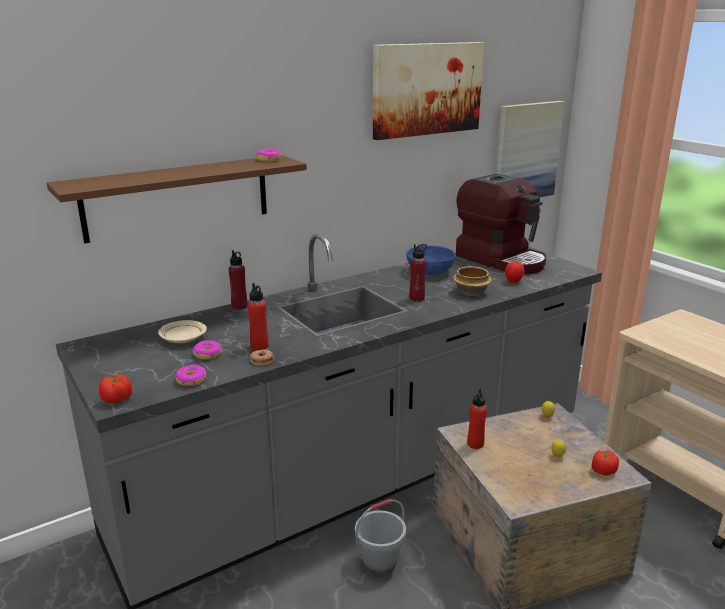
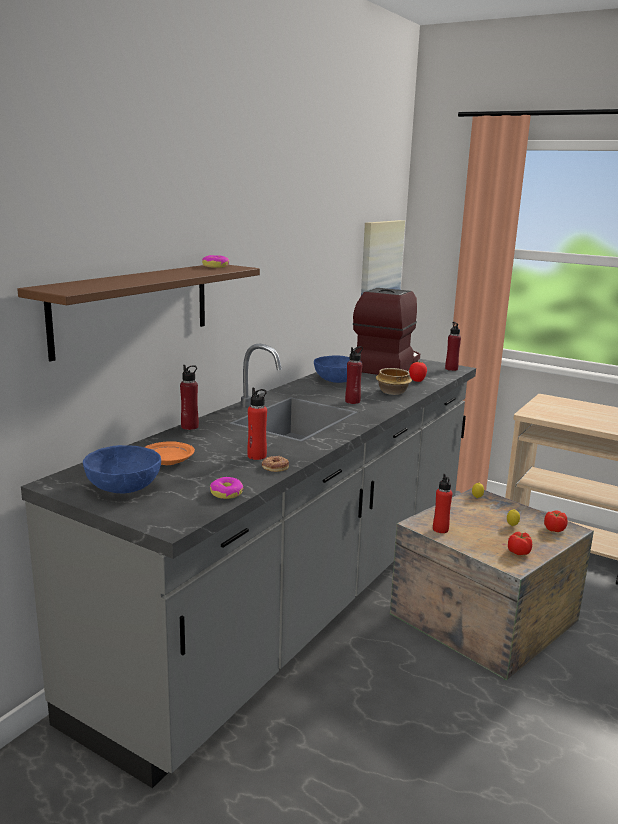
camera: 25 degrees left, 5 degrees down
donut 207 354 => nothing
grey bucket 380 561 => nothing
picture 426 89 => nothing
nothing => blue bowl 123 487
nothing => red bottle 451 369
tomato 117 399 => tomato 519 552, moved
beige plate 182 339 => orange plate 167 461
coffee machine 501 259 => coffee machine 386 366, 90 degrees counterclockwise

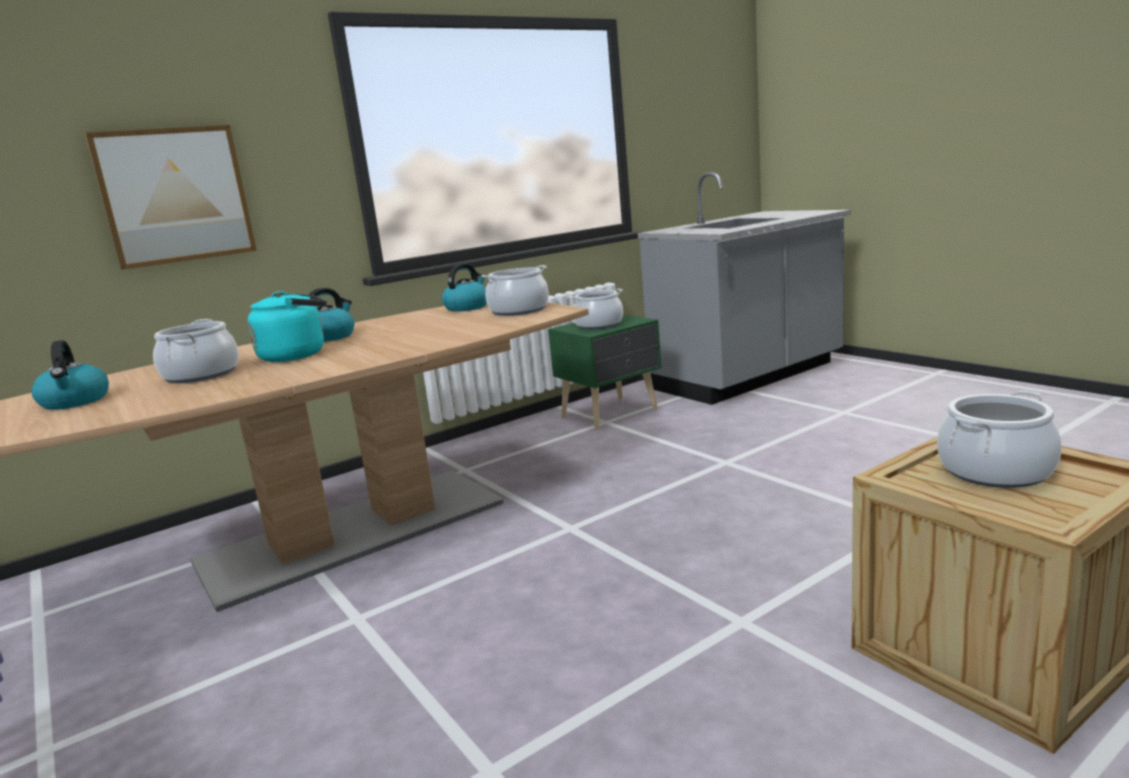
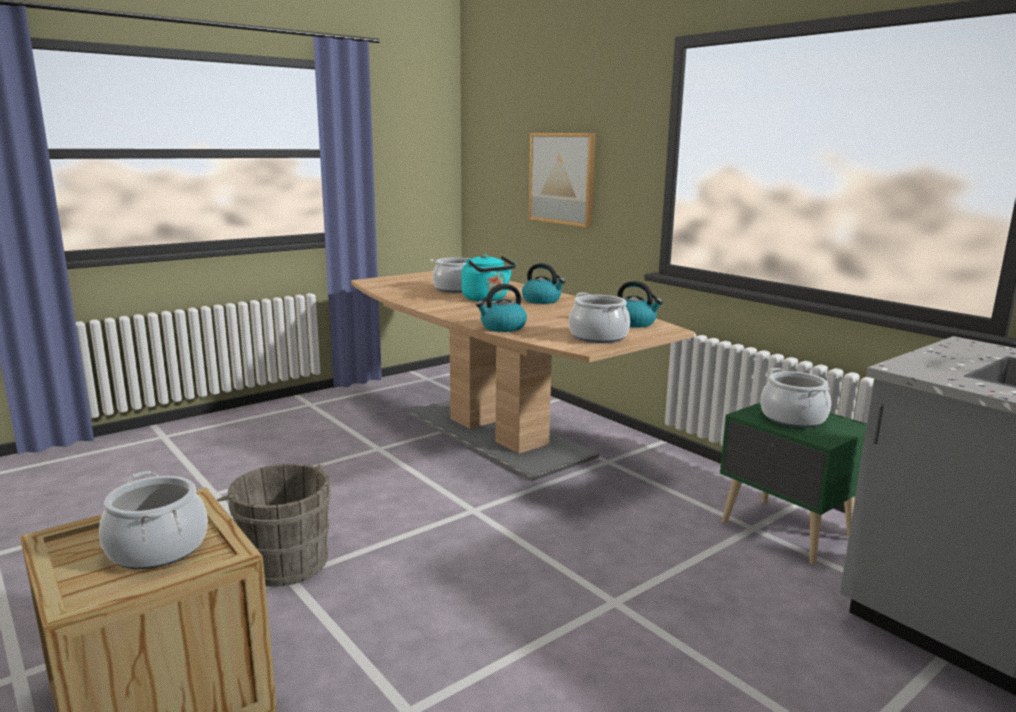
camera: 85 degrees right, 0 degrees up
nothing => grey bucket 283 561
kettle 75 402 => kettle 502 327, moved

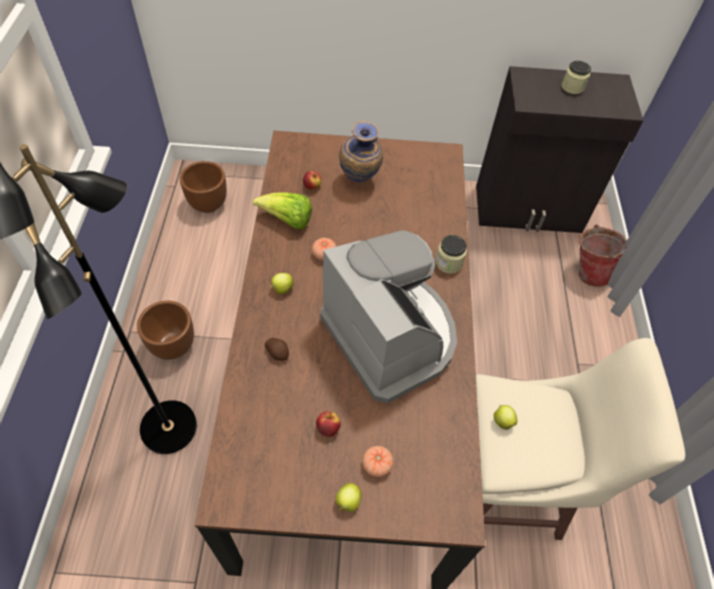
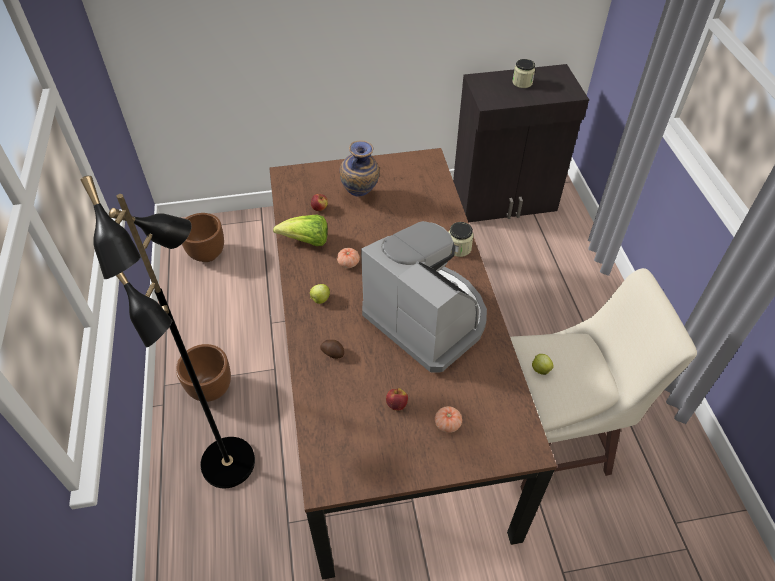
camera: 10 degrees left, 5 degrees down
apple 348 502 => nothing
bucket 588 271 => nothing

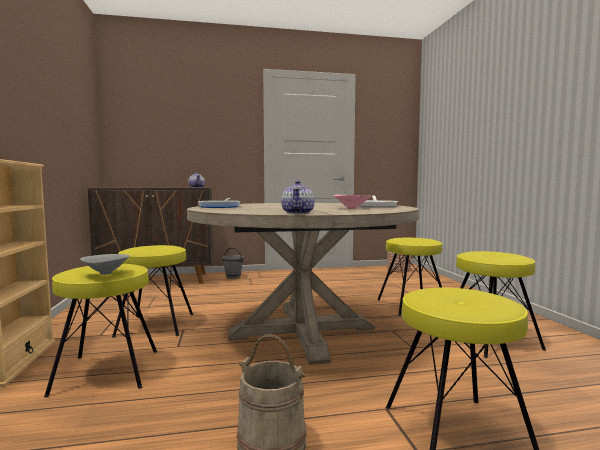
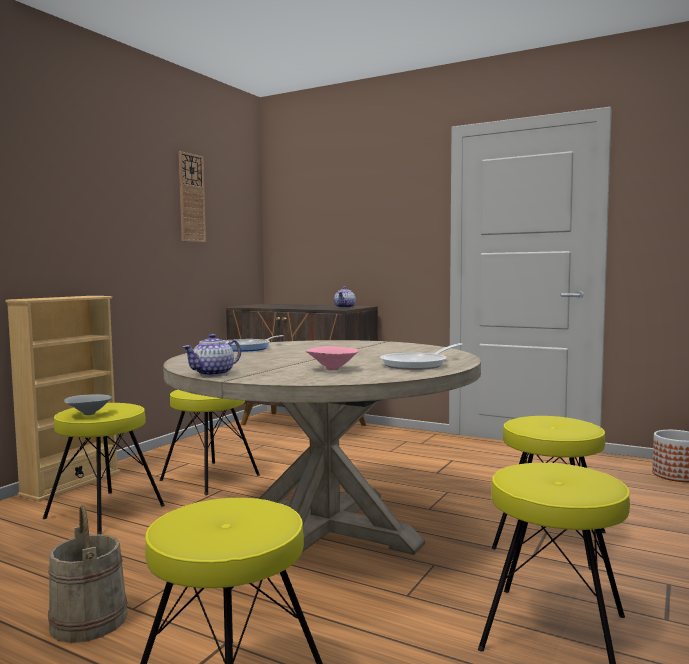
camera: 40 degrees right, 0 degrees up
grey bucket 233 277 => nothing
nothing => wall clock 191 198

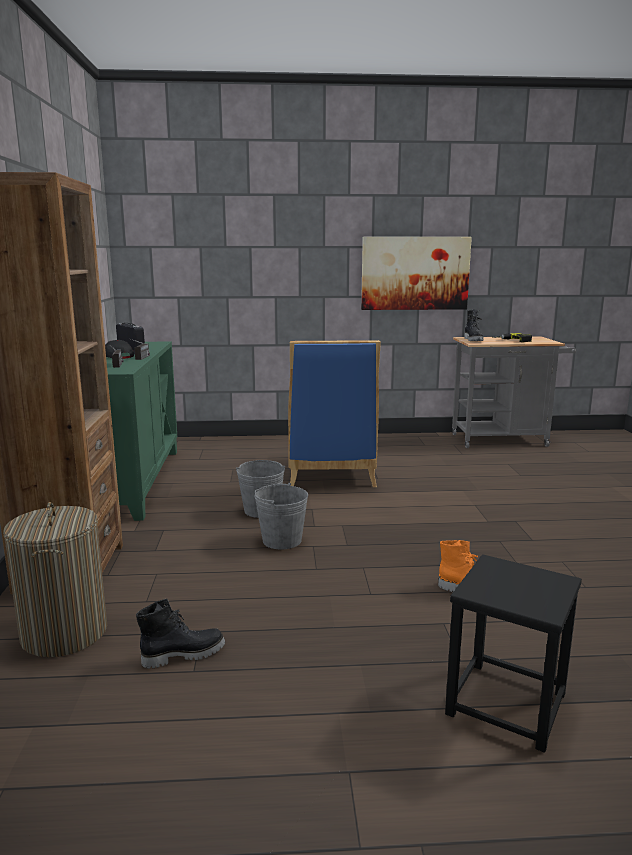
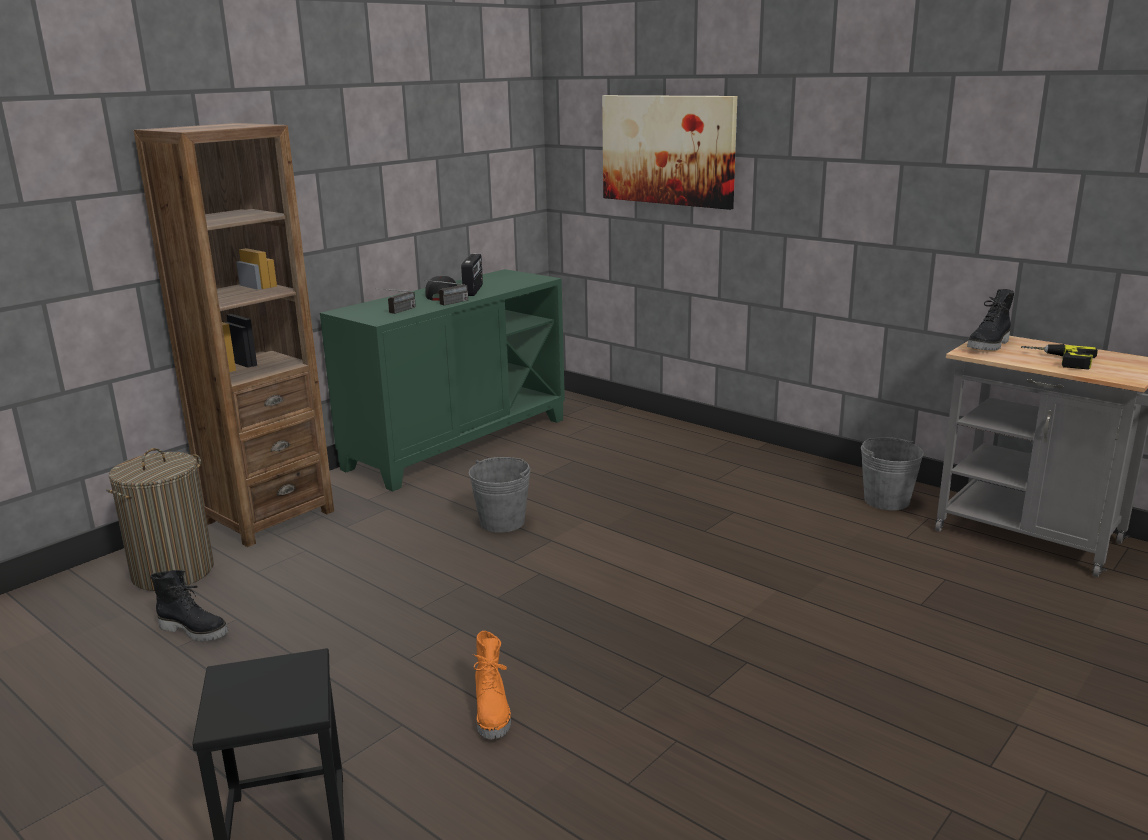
camera: 45 degrees right, 5 degrees up
blue chair 330 473 => nothing
grey bucket 282 540 => grey bucket 886 500, moved
picture 415 273 => picture 667 150, moved

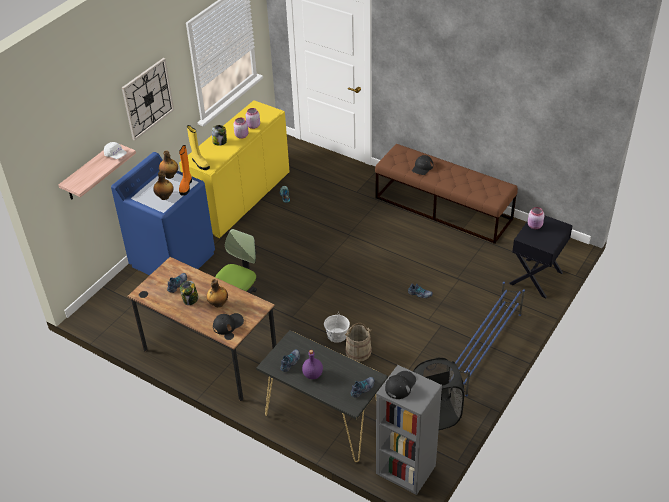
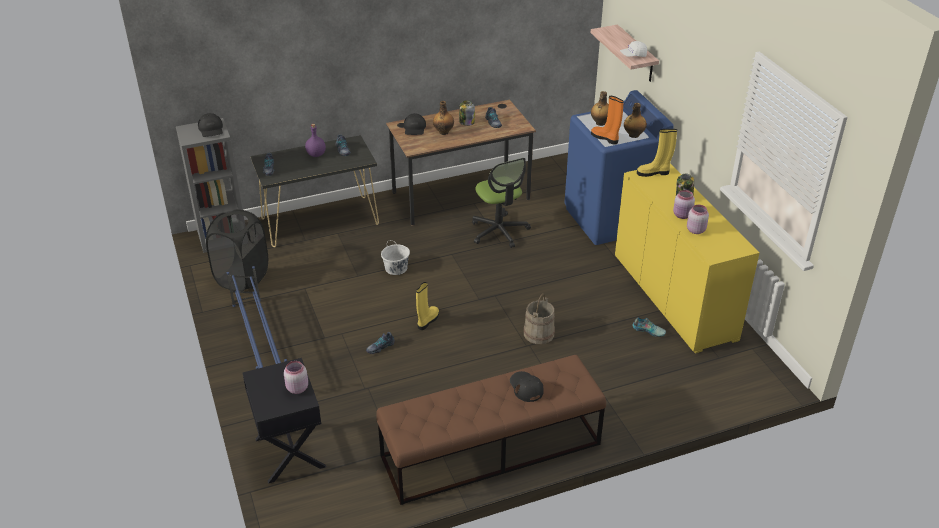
camera: 125 degrees right, 5 degrees down
wall clock 147 98 => nothing
nothing => yellow boot 427 321
beige bucket 358 351 => beige bucket 539 334, moved

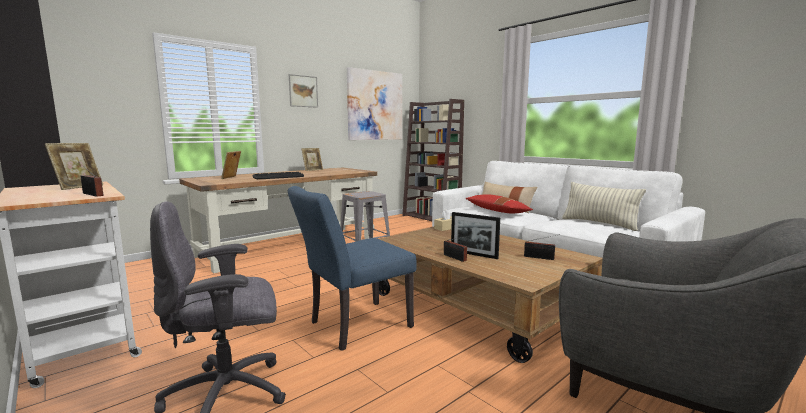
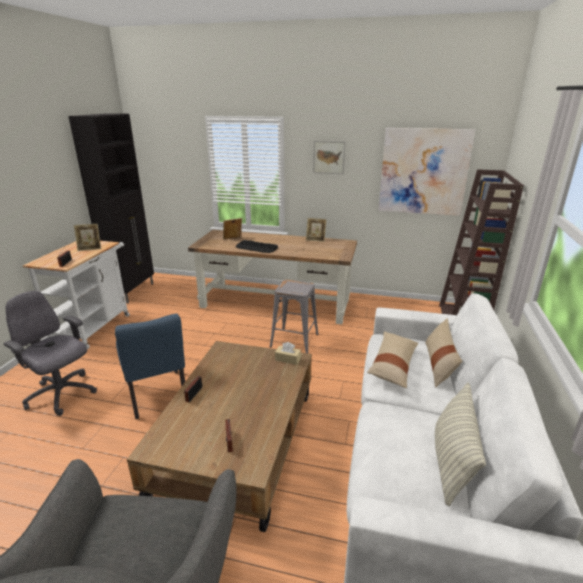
camera: 55 degrees right, 15 degrees up
picture frame 474 254 => nothing
red pillow 497 211 => beige pillow 393 365
blue chair 353 326 => blue chair 158 397, 135 degrees counterclockwise

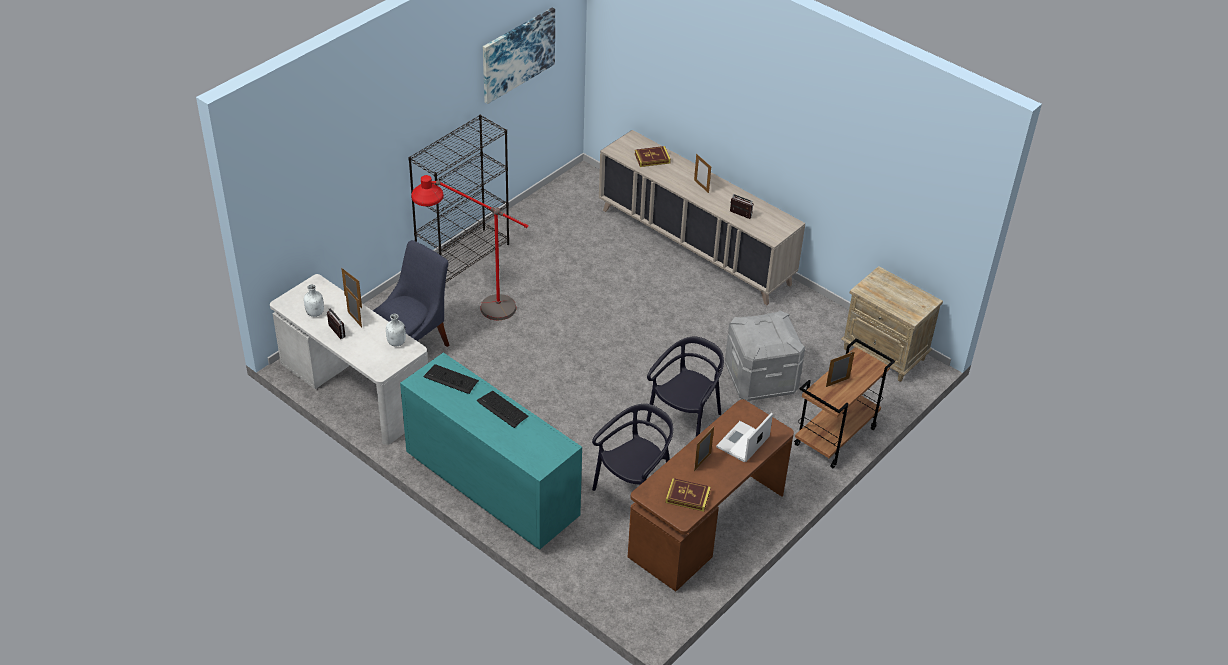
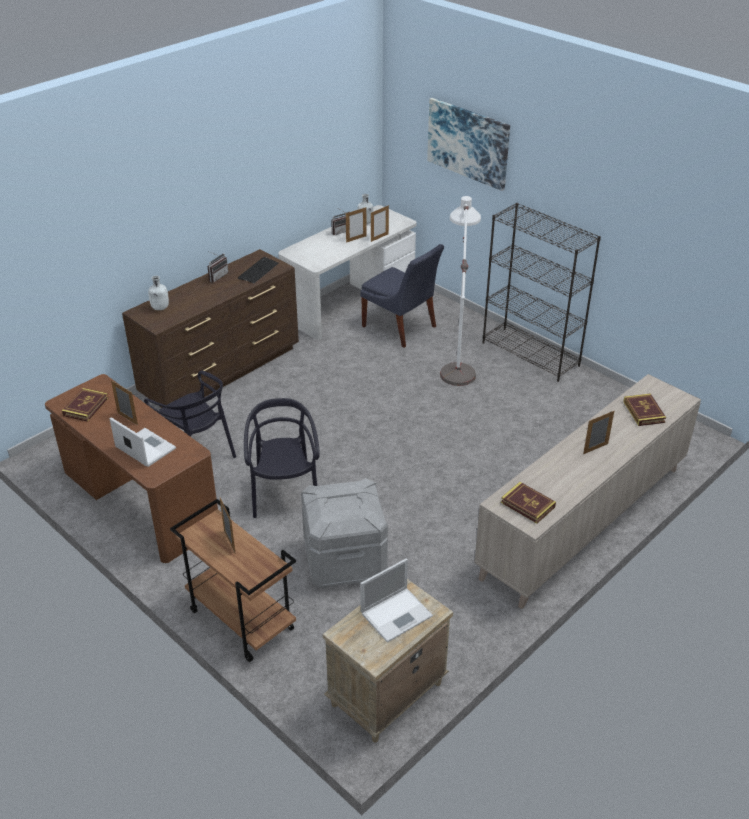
camera: 95 degrees right, 5 degrees down
keyboard 502 409 => nothing
nothing => laptop 397 614
nothing => book 527 505
white bottle 397 342 => white bottle 160 308, moved
picture 518 54 => picture 468 143, moved
radio 739 215 => radio 216 276, moved
turquoise dresser 491 487 => brown dresser 222 371
red floor lamp 472 307 => white floor lamp 457 360
black chair 685 421 => black chair 284 494, 135 degrees counterclockwise

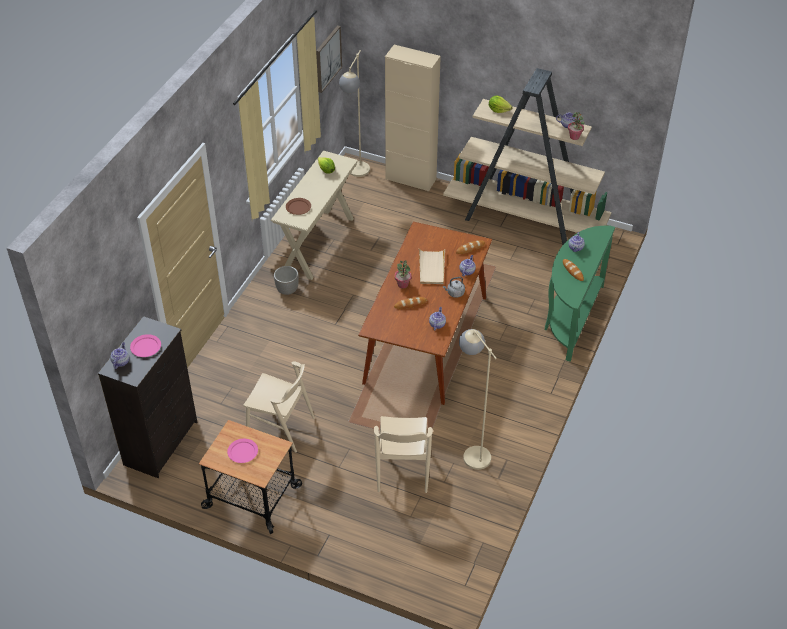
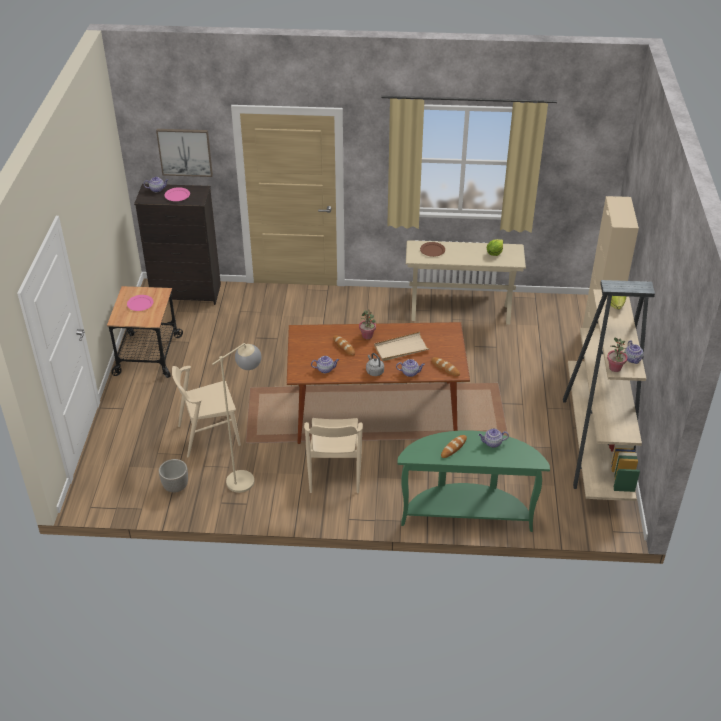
camera: 70 degrees right, 5 degrees down
beige floor lamp 356 174 => nothing
beige chair 281 427 => beige chair 334 472, moved
planter 287 290 => planter 175 487, moved
picture 327 58 => picture 185 152, moved

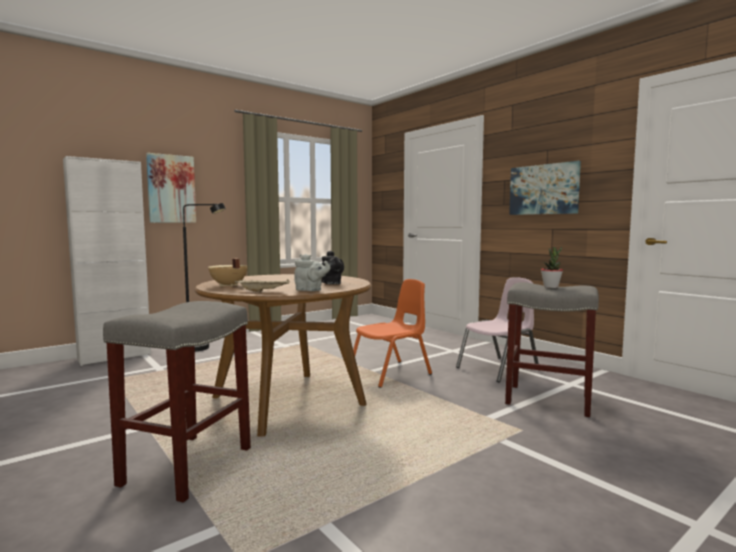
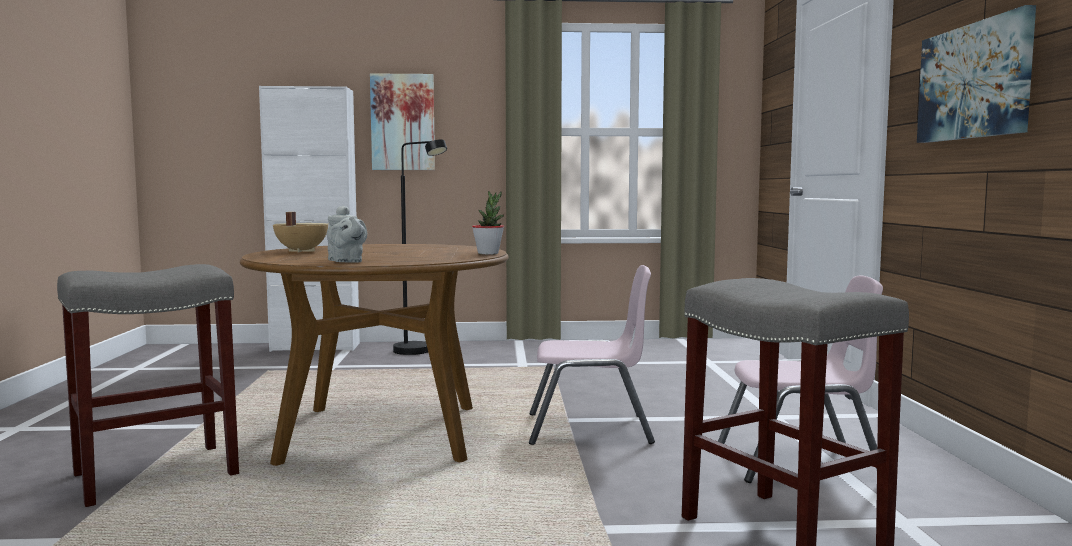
camera: 35 degrees right, 0 degrees up
beige tray 264 291 => nothing
black teapot 332 283 => nothing
potted plant 551 287 => potted plant 488 253, moved
orange chair 390 373 => pink chair 589 429

